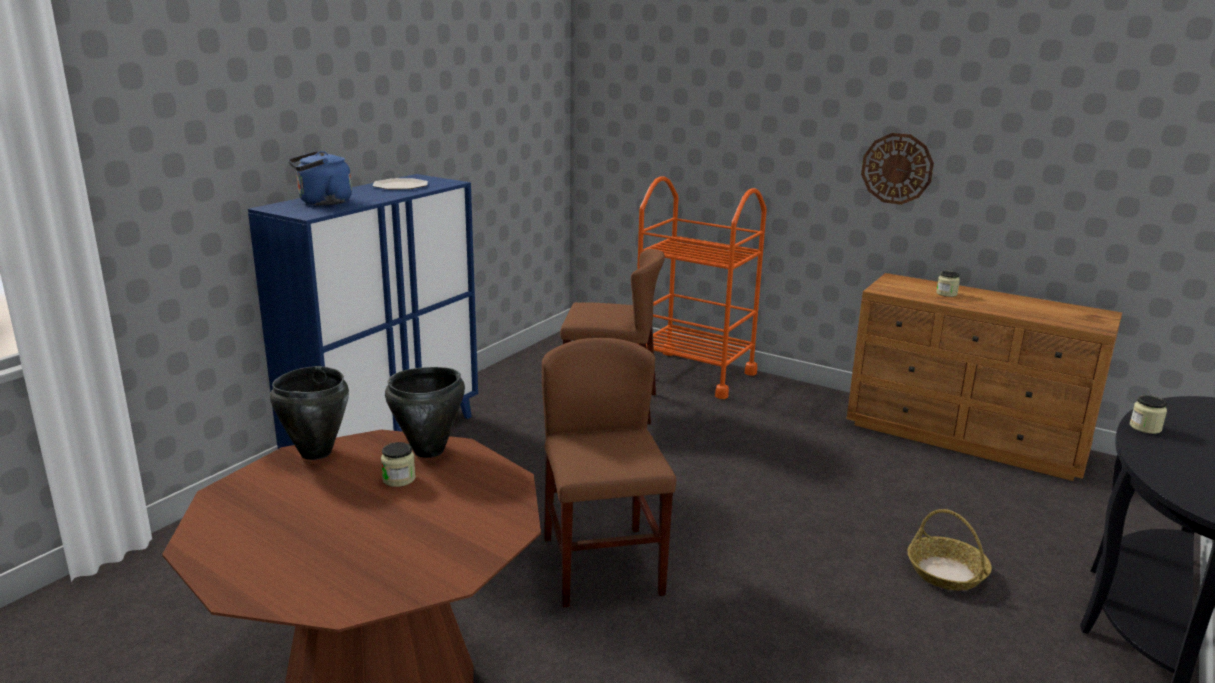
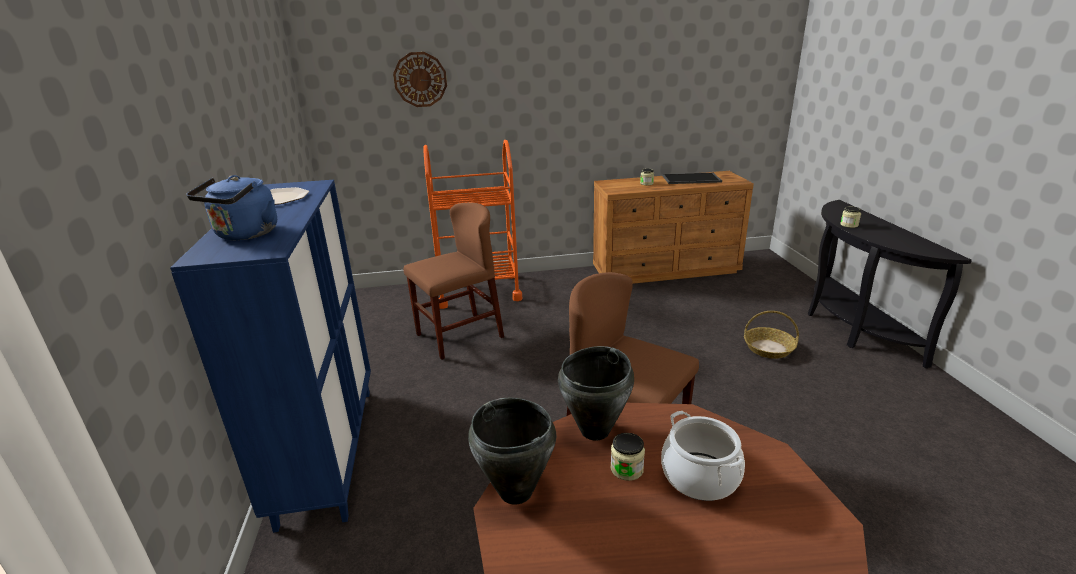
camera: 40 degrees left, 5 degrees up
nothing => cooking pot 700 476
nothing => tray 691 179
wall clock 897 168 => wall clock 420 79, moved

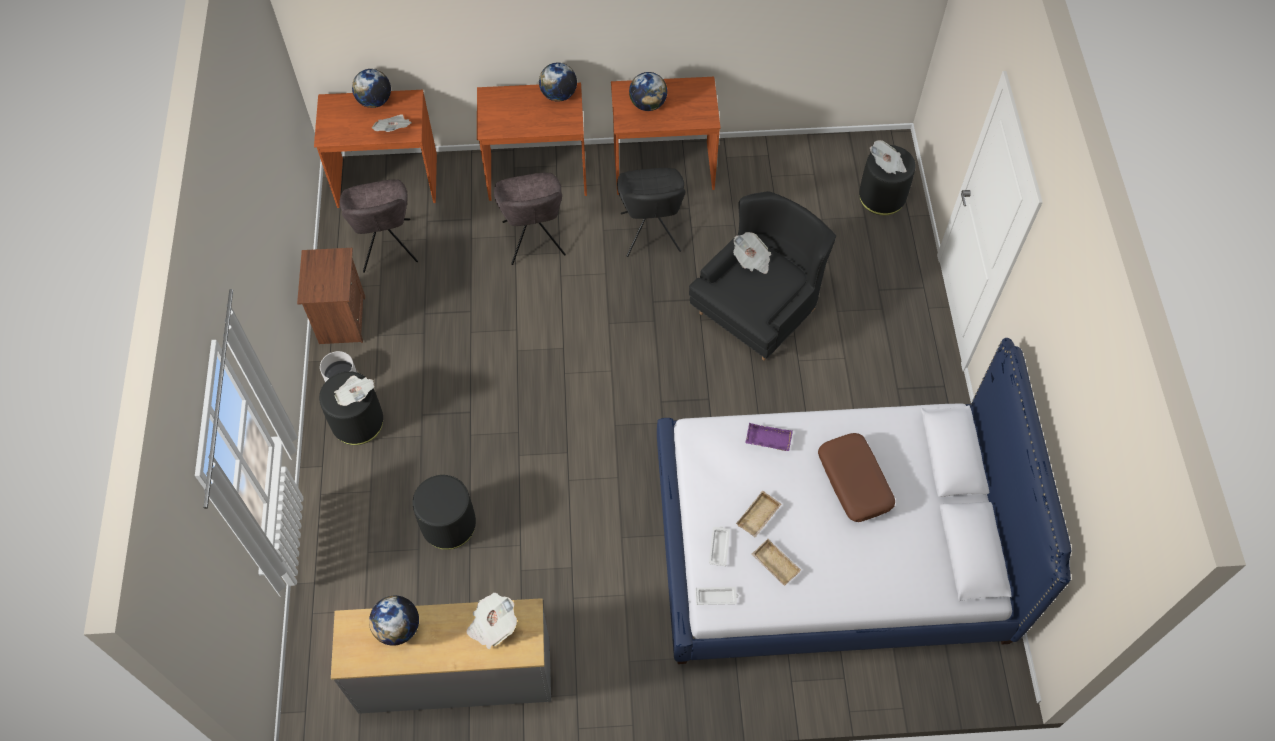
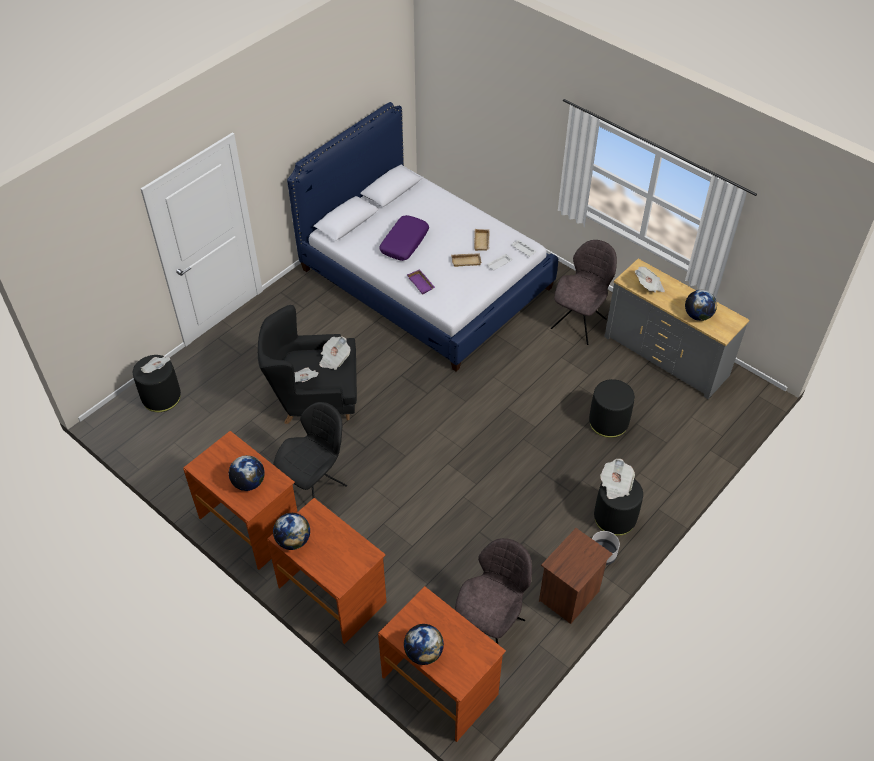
camera: 135 degrees left, 10 degrees down
newspaper 394 130 => newspaper 334 359, moved
grey chair 534 241 => grey chair 580 322, moved
brown pillow 855 481 => purple pillow 404 242

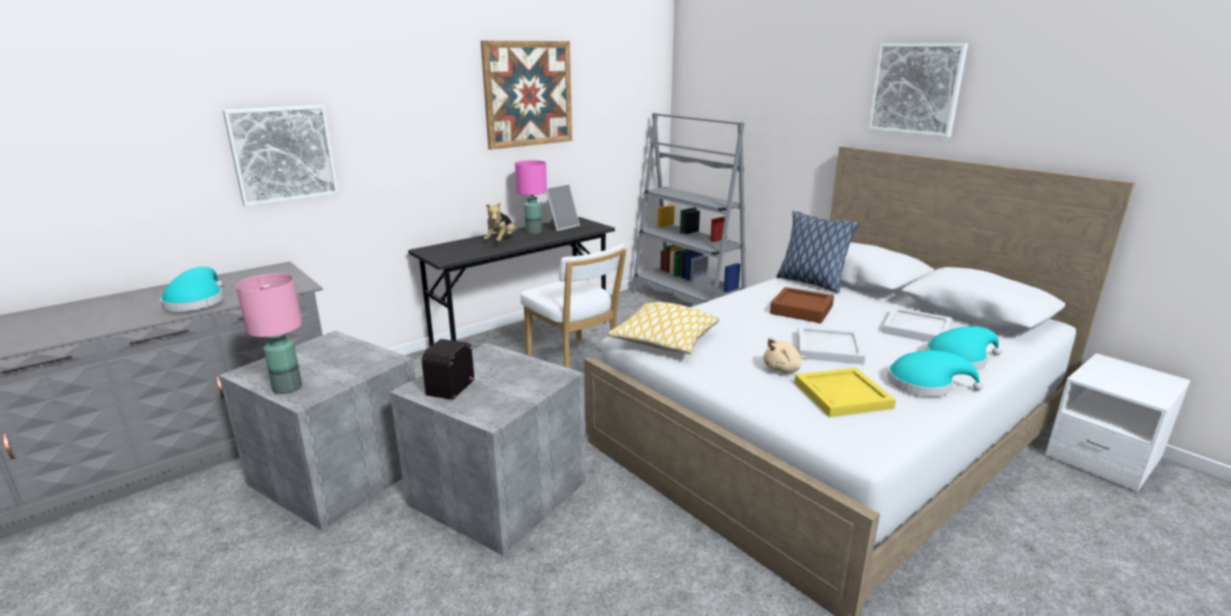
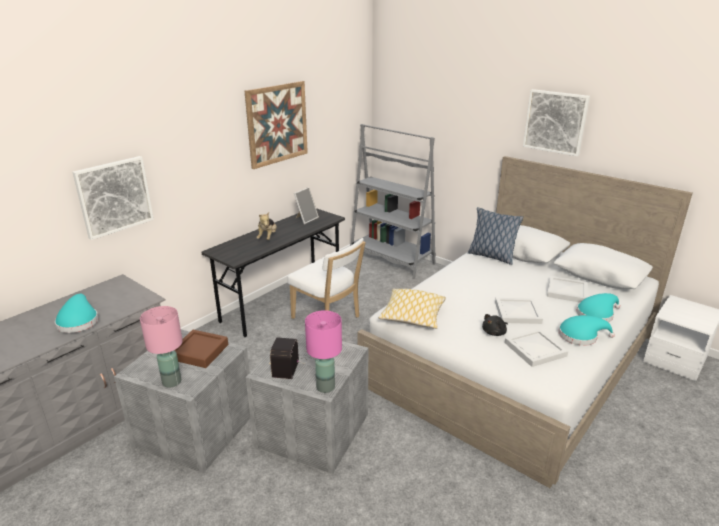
camera: 10 degrees left, 5 degrees up
pink table lamp 533 232 => pink table lamp 325 387, moved
brown tray 801 310 => brown tray 199 352, moved
beige plush toy 783 369 => black plush toy 494 332
yellow tray 842 396 => white tray 535 350

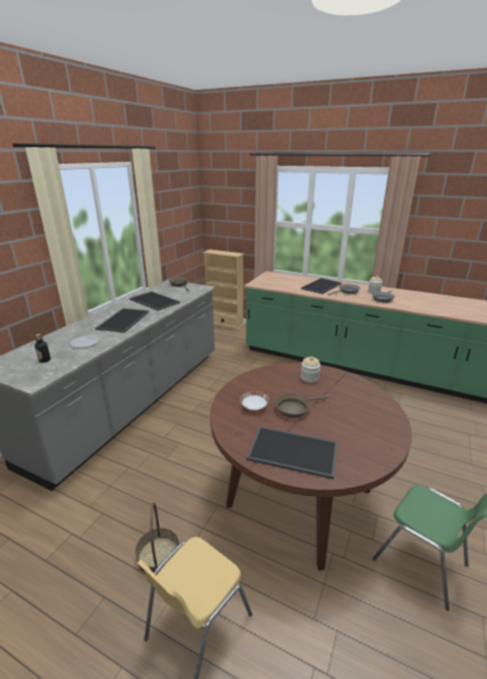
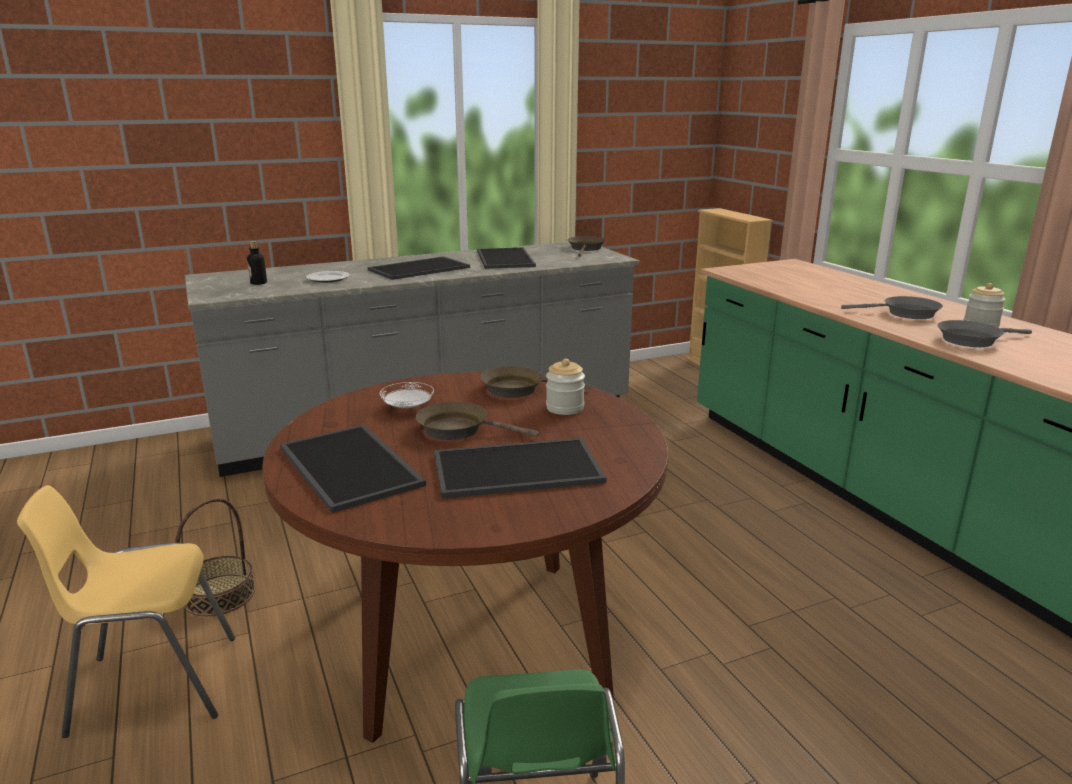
camera: 40 degrees right, 5 degrees down
nothing => brown frying pan 518 389
tray 322 286 => tray 515 470, moved

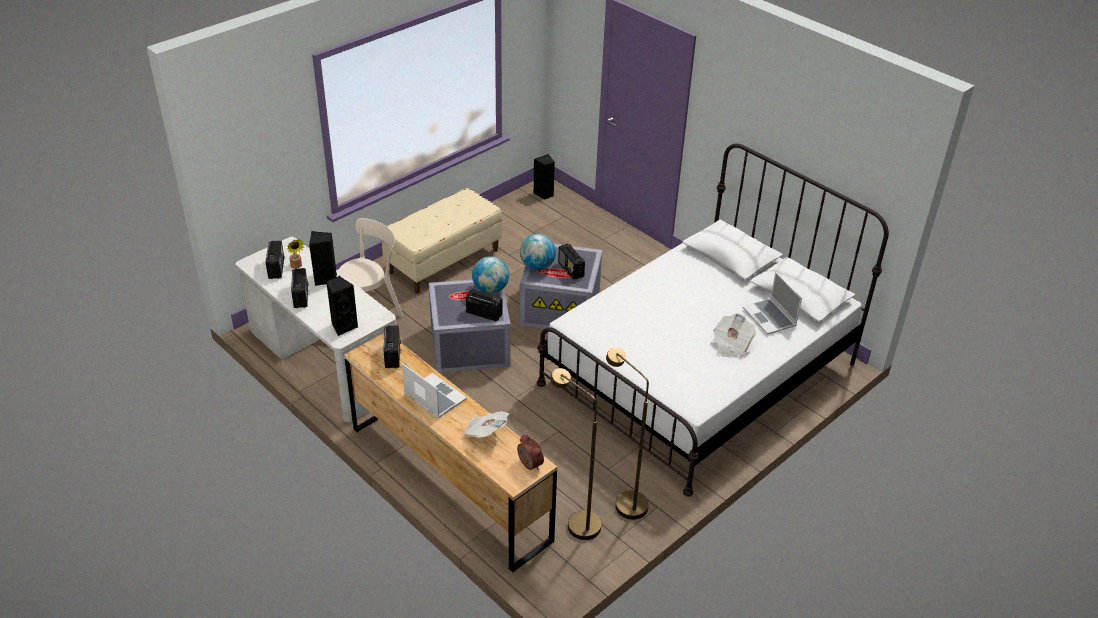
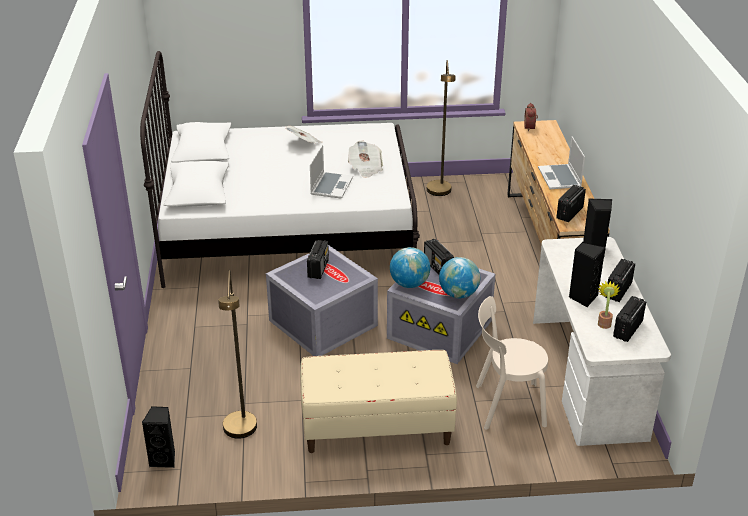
camera: 140 degrees left, 5 degrees down
newspaper 485 432 => newspaper 365 168, moved
globe 537 266 => globe 458 294, moved
brown floor lamp 576 522 => brown floor lamp 241 433, moved
laptop 770 318 => laptop 331 186, moved

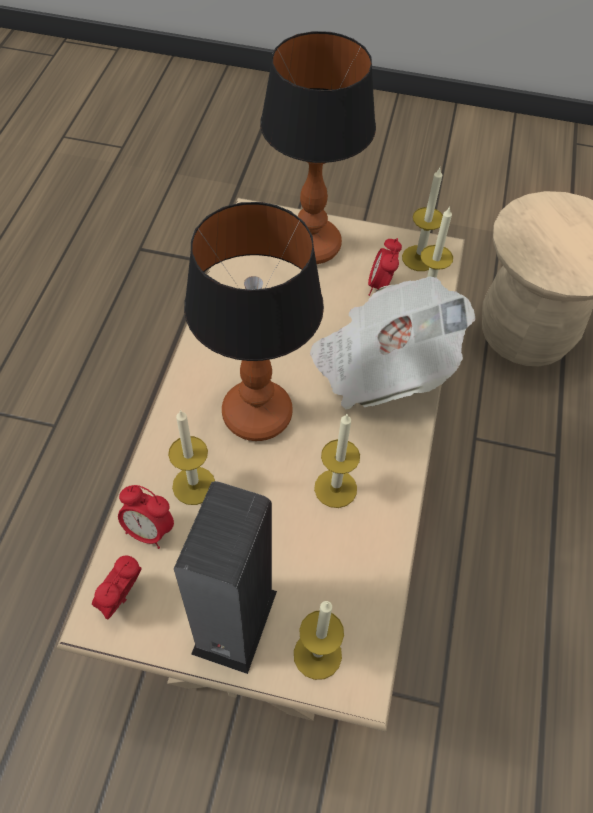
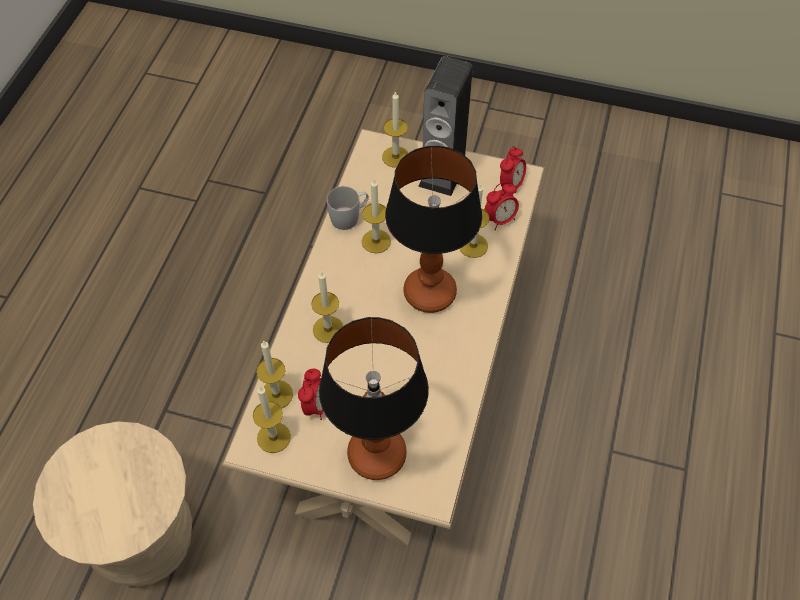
camera: 175 degrees left, 0 degrees up
nothing => white mug 349 217
newspaper 382 365 => candle 328 329
alarm clock 149 531 => alarm clock 500 220, 120 degrees clockwise

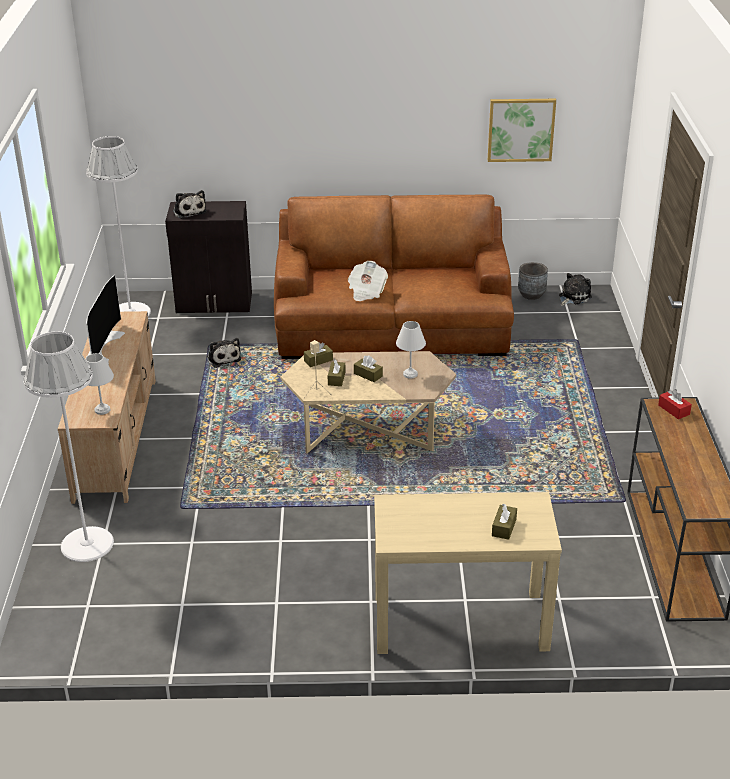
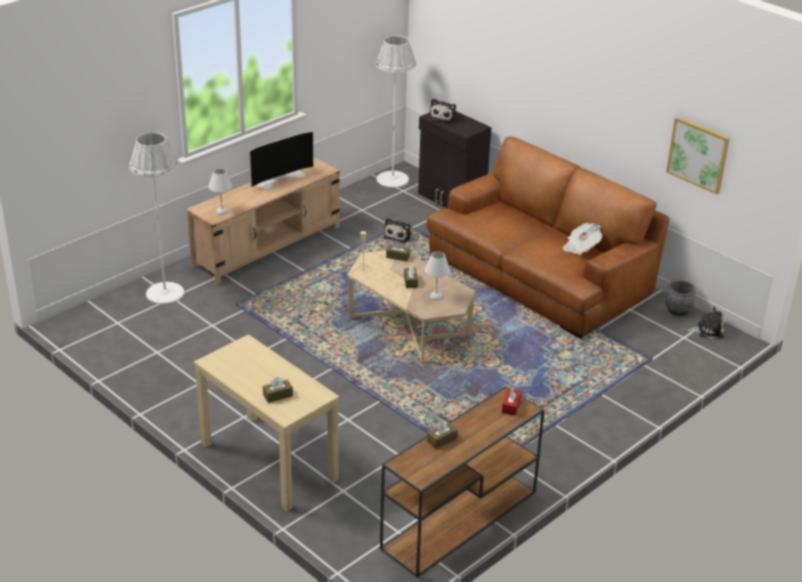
camera: 45 degrees right, 0 degrees up
brown tissue box 336 378 => brown tissue box 441 440, moved
newspaper 366 291 => newspaper 581 247, moved

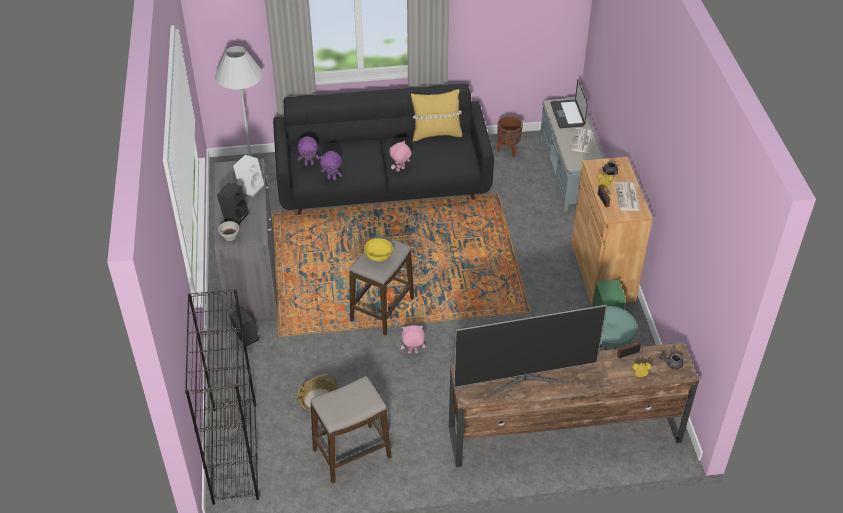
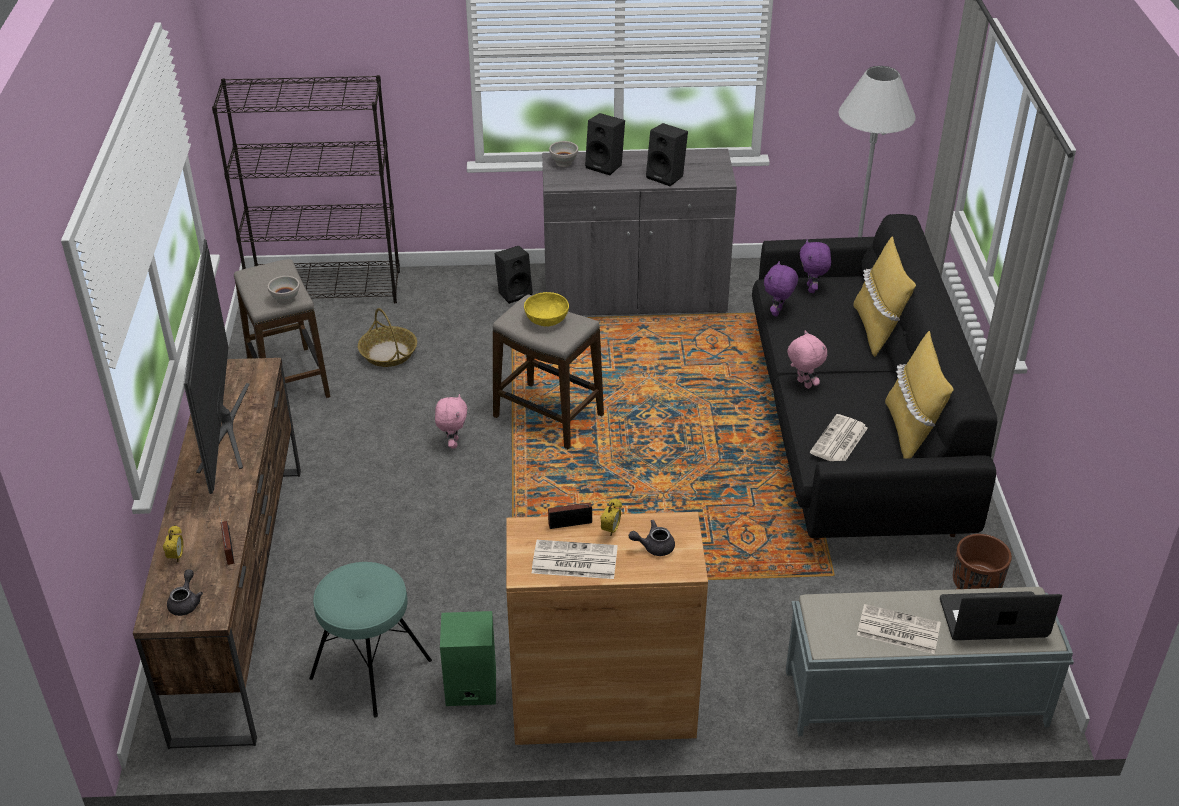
camera: 95 degrees right, 5 degrees down
nothing => white bowl 286 299
nothing => newspaper 839 441
nothing => yellow pillow 877 329
white speaker 250 188 => black speaker 667 176

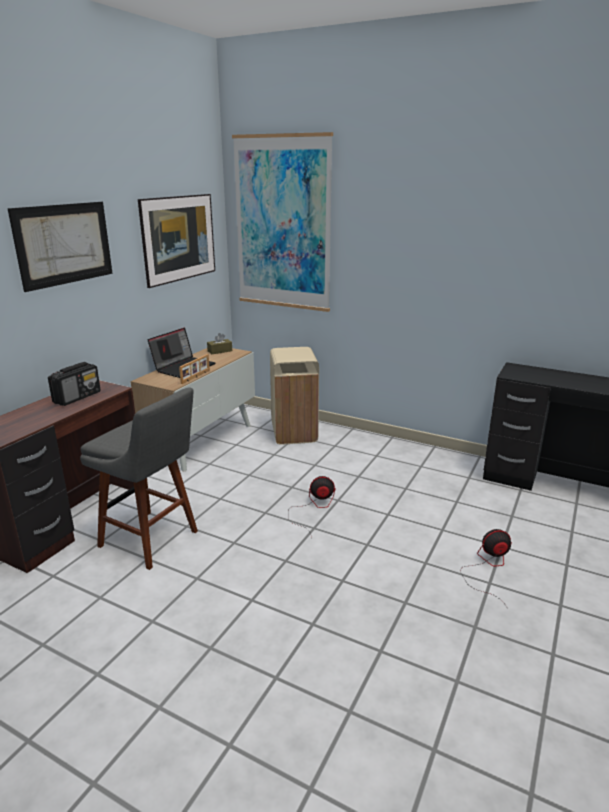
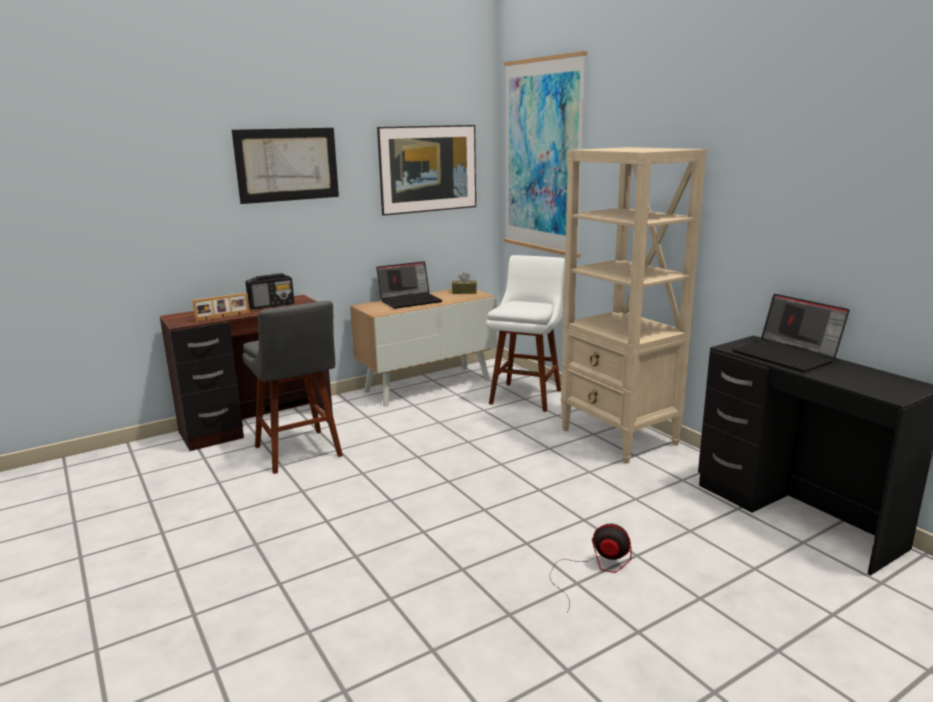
camera: 30 degrees right, 5 degrees down
fan 313 508 => nothing
nothing => beige bookcase 619 437
nothing => laptop 787 356
picture frame 196 377 => picture frame 223 317, moved
beige trash can 294 433 => white stool 527 395

